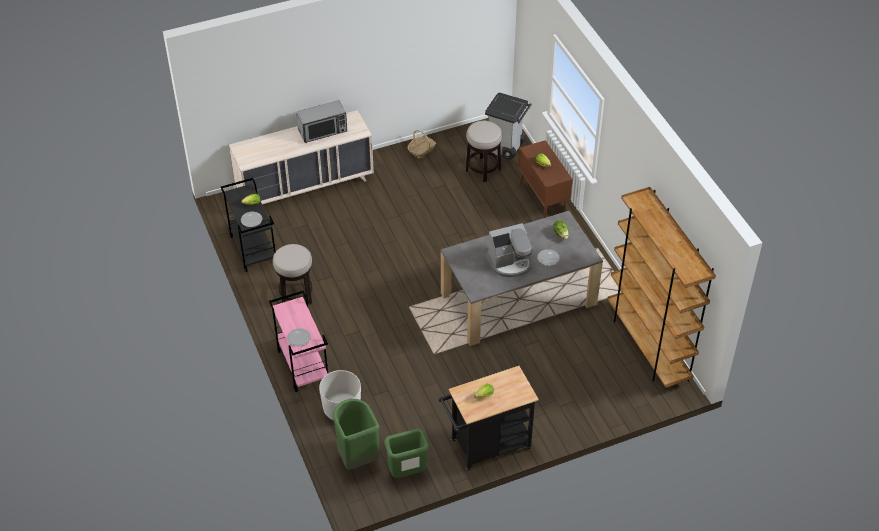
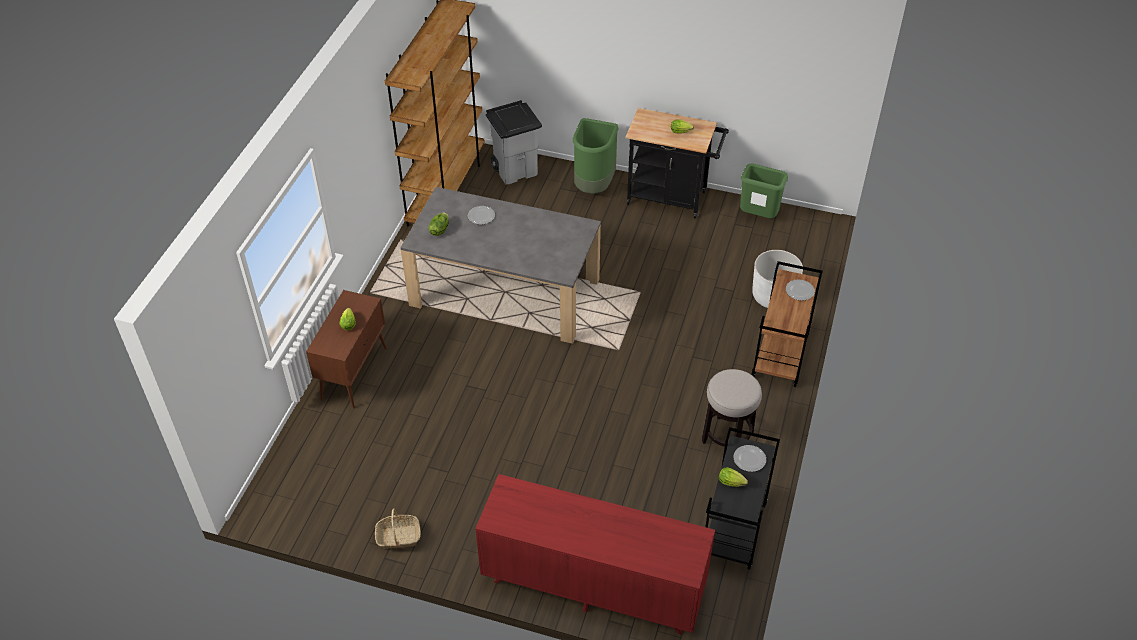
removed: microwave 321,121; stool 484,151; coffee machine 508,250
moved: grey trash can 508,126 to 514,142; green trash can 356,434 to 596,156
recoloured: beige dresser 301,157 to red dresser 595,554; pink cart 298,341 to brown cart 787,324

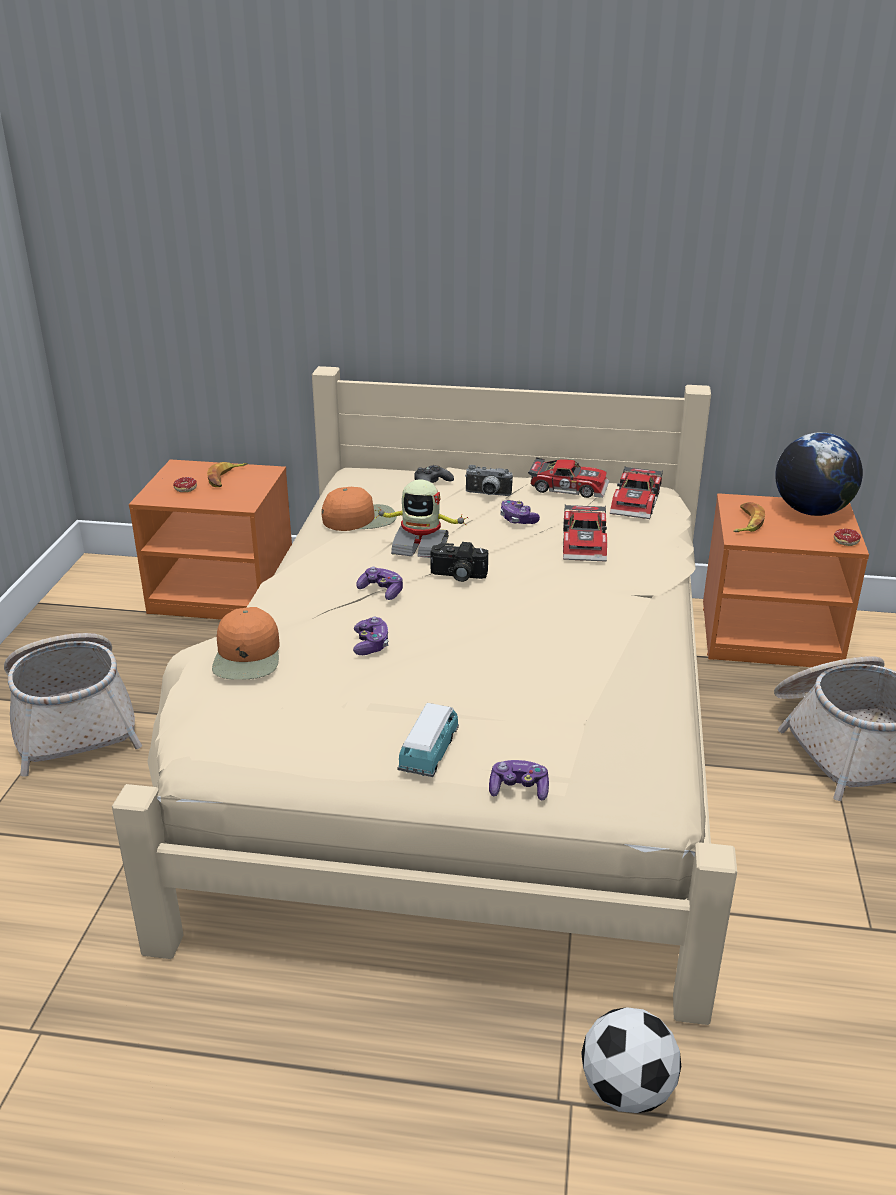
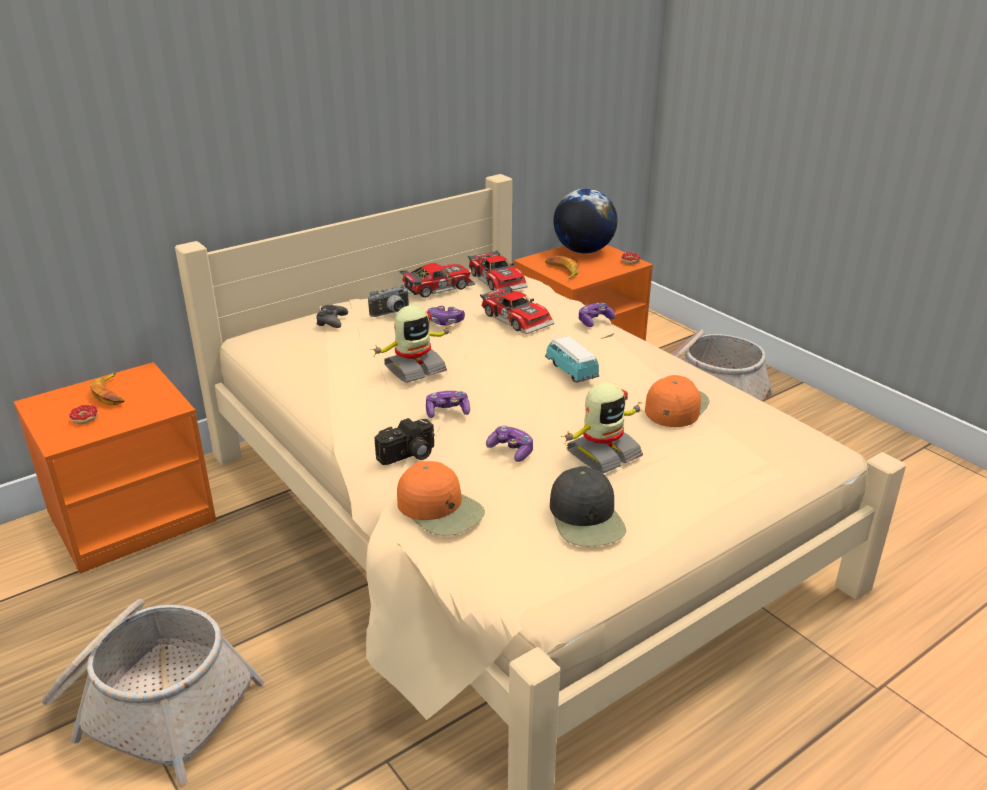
removed: football 631,1060
added: black cap 588,506; toy robot 602,427
moved: photo camera 459,562 to 404,441; toy car 428,740 to 572,359; game controller 519,780 to 597,315; orange cap 359,509 to 677,401

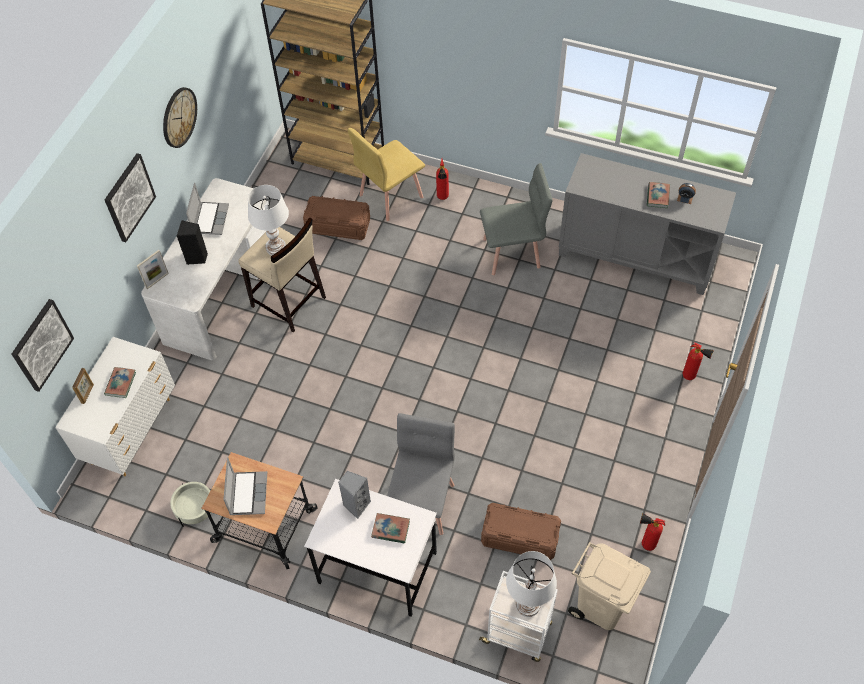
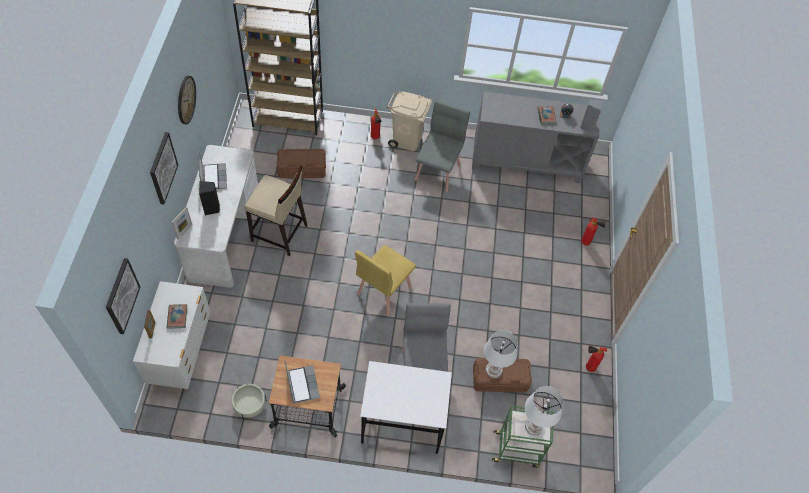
removed: book 390,528
moved: yellow chair 386,174 to 385,280; beige trash can 609,586 to 409,121; white table lamp 268,220 to 501,354; grey speaker 354,495 to 592,116
recoloured: white cart 518,616 to green cart 523,437
turned: grey chair 516,219 = 442,146 45 degrees counterclockwise

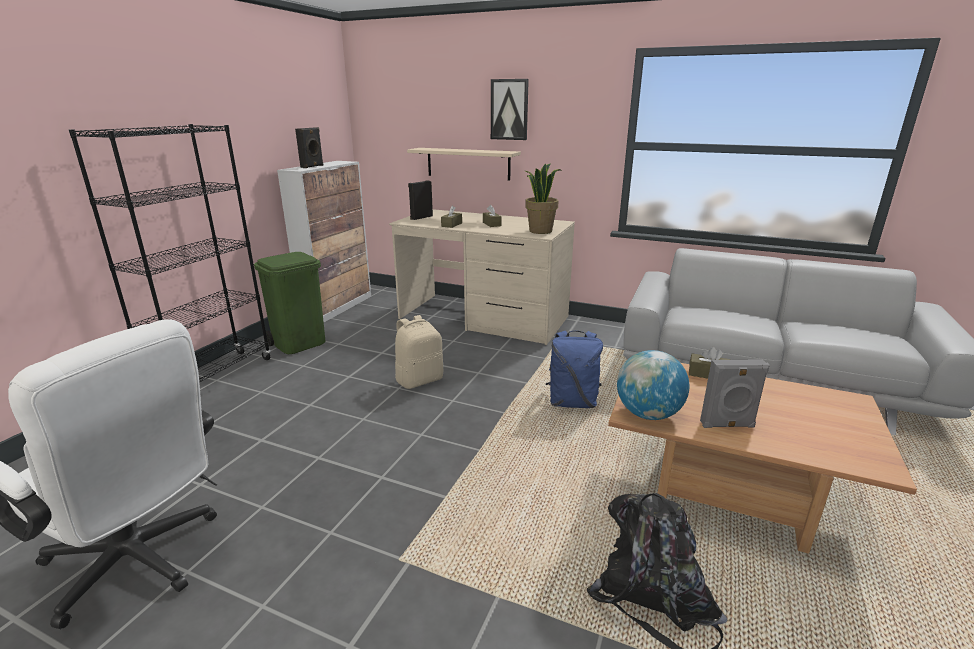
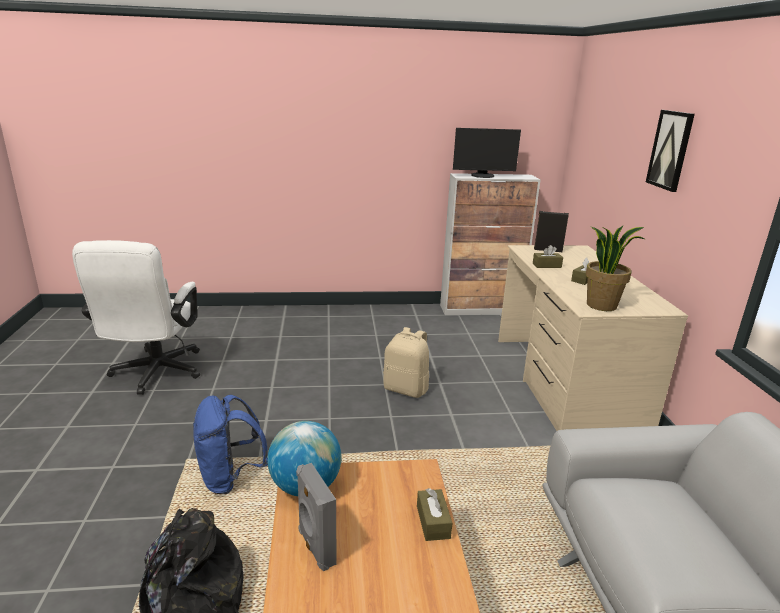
removed: black bookcase 170,253; green trash can 289,303; beige shelf 464,164
moved: blue backpack 574,369 to 230,444
replaced: black speaker 309,147 to monitor 487,153

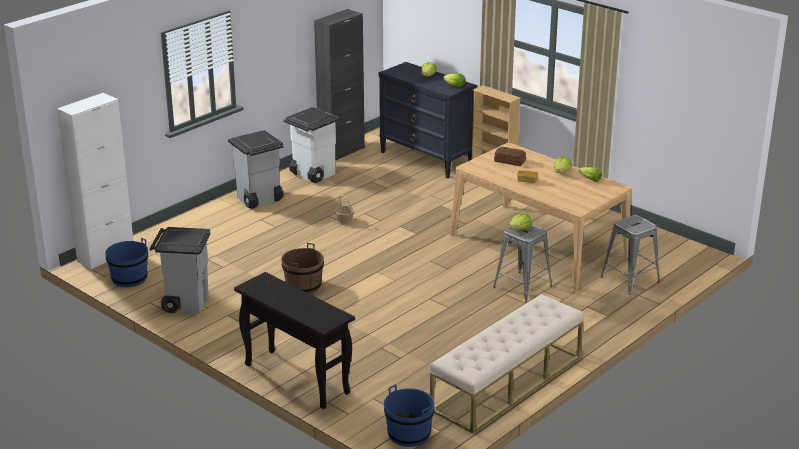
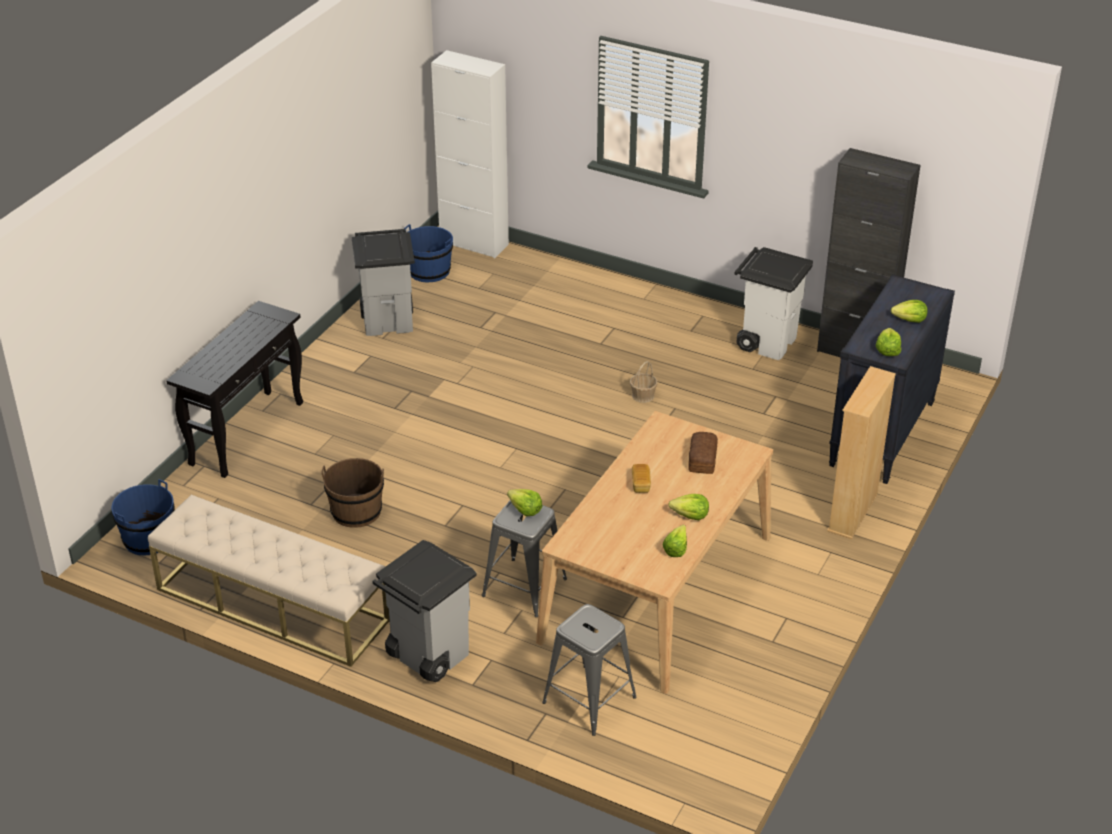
moved: brown bucket 302,268 to 352,493; grey trash can 255,169 to 424,611

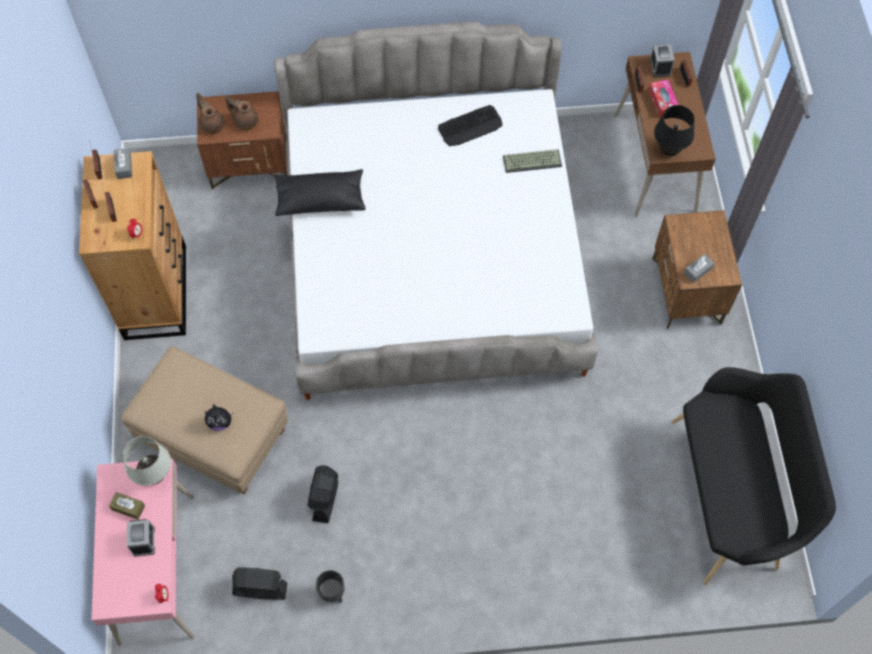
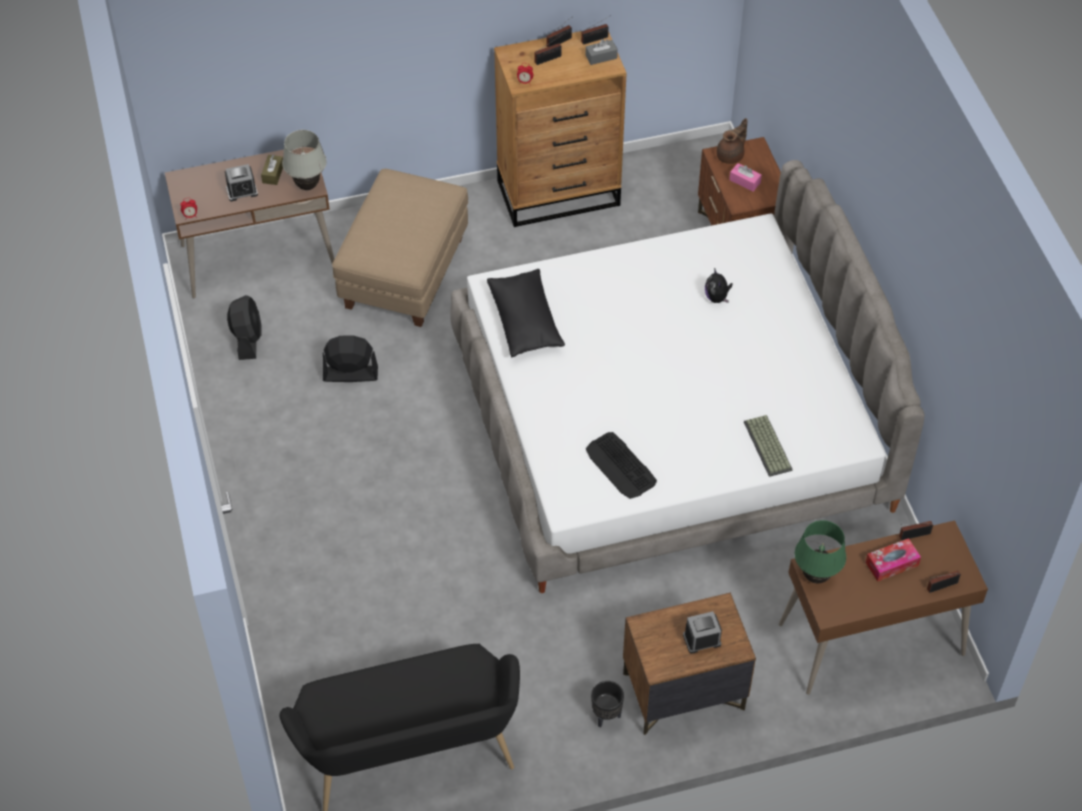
removed: grey tissue box 699,268
moved: black pillow 320,192 to 526,313; keyboard 470,125 to 621,465; black planter 330,586 to 607,704; alarm clock 662,60 to 702,632; plush toy 219,417 to 719,285
replaced: brown teapot 242,112 to pink tissue box 745,177
recoloured: pink desk 143,552 to brown desk 249,222; black table lamp 674,130 to green table lamp 820,551

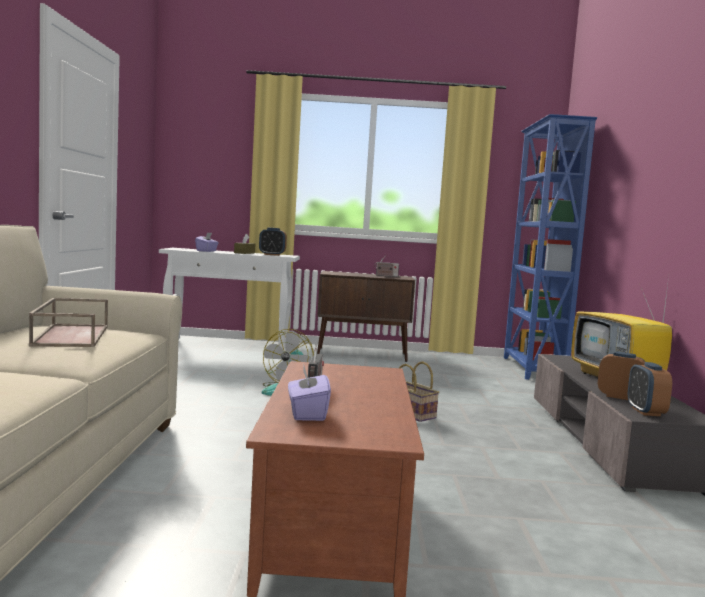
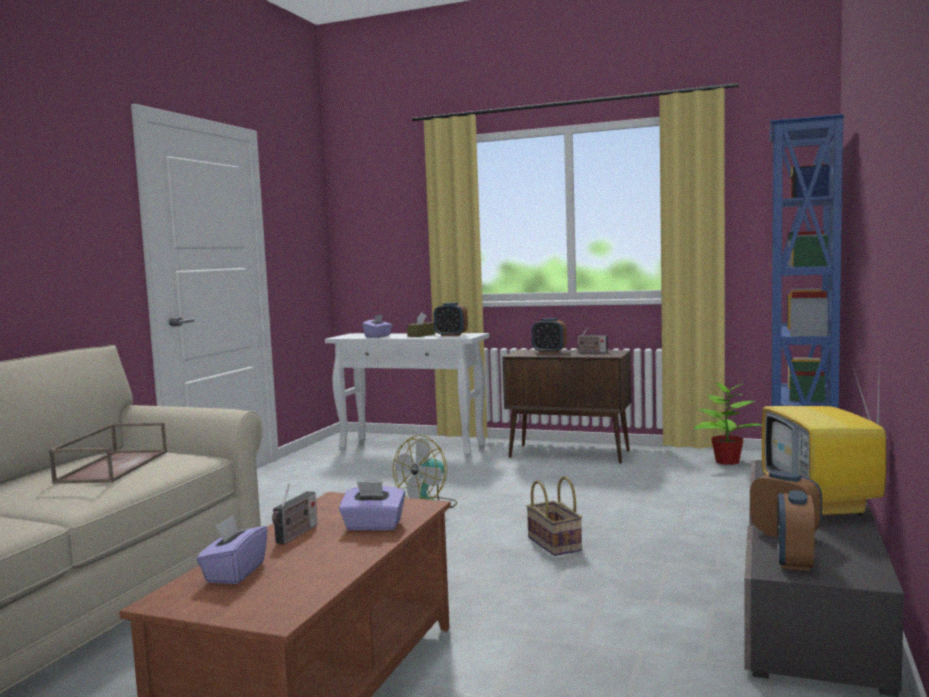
added: purple tissue box 372,506; alarm clock 549,335; potted plant 728,424

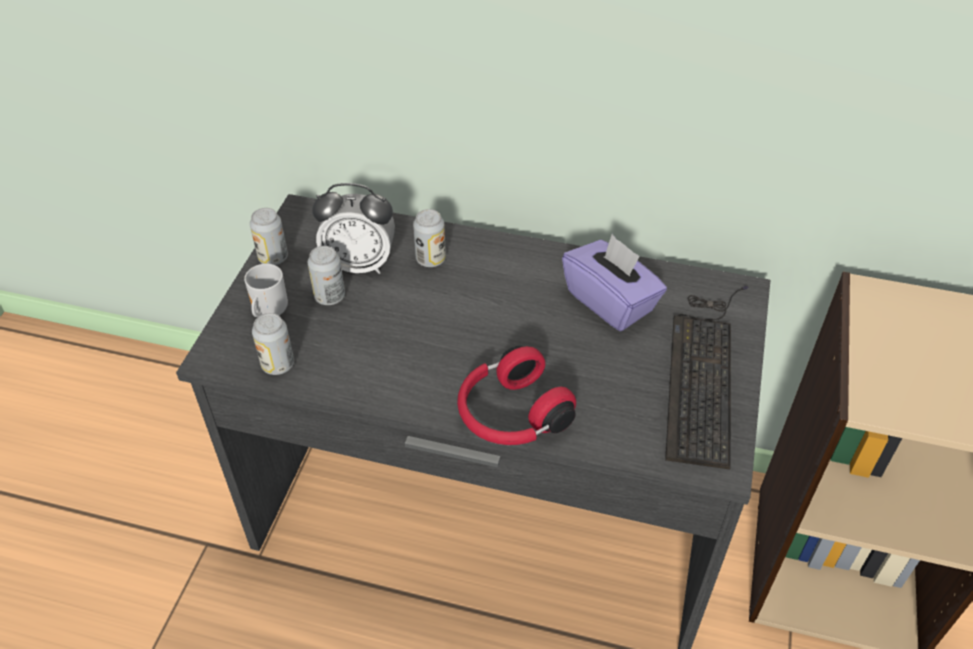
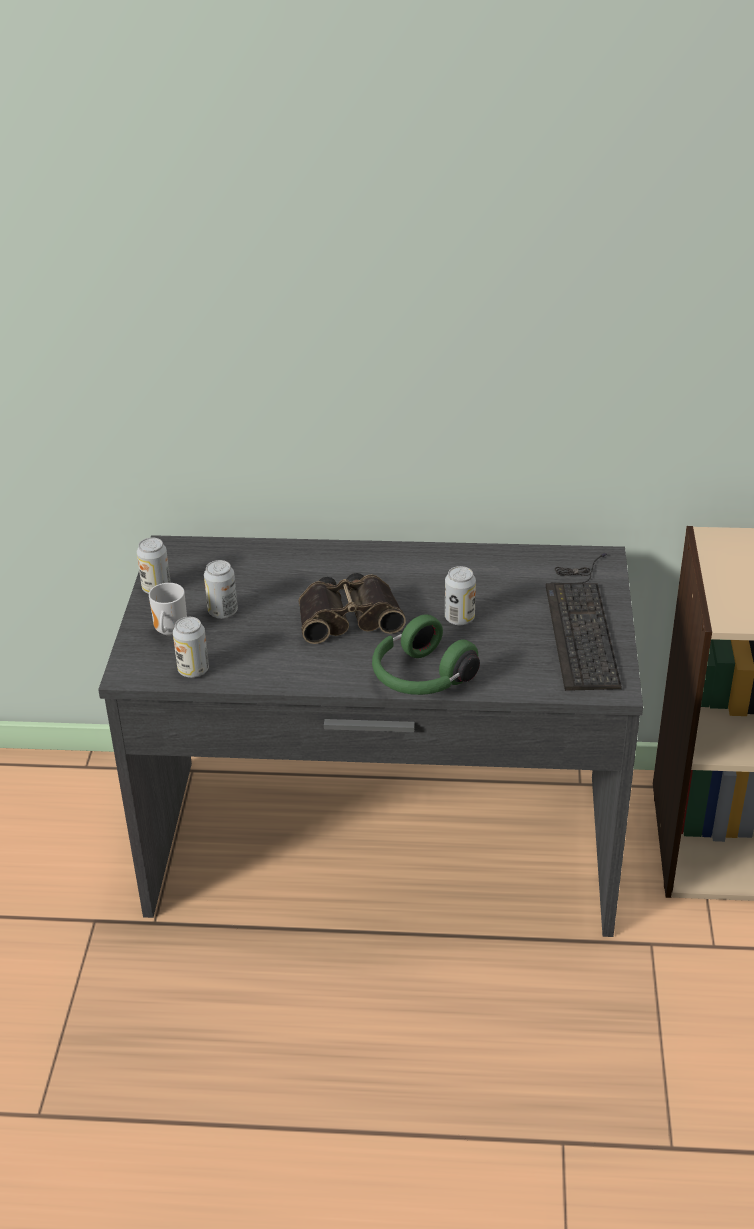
removed: alarm clock 353,228; purple tissue box 614,282
added: binoculars 352,608
moved: can 429,238 to 460,595
recoloured: red headphones 516,395 to green headphones 426,654

